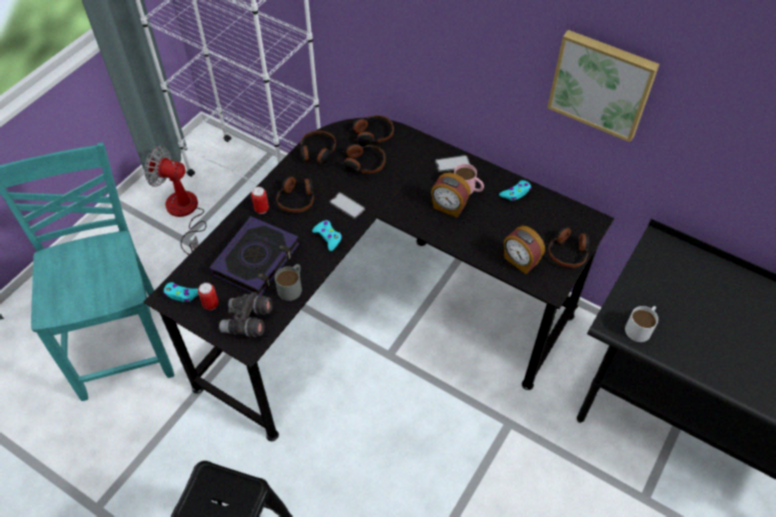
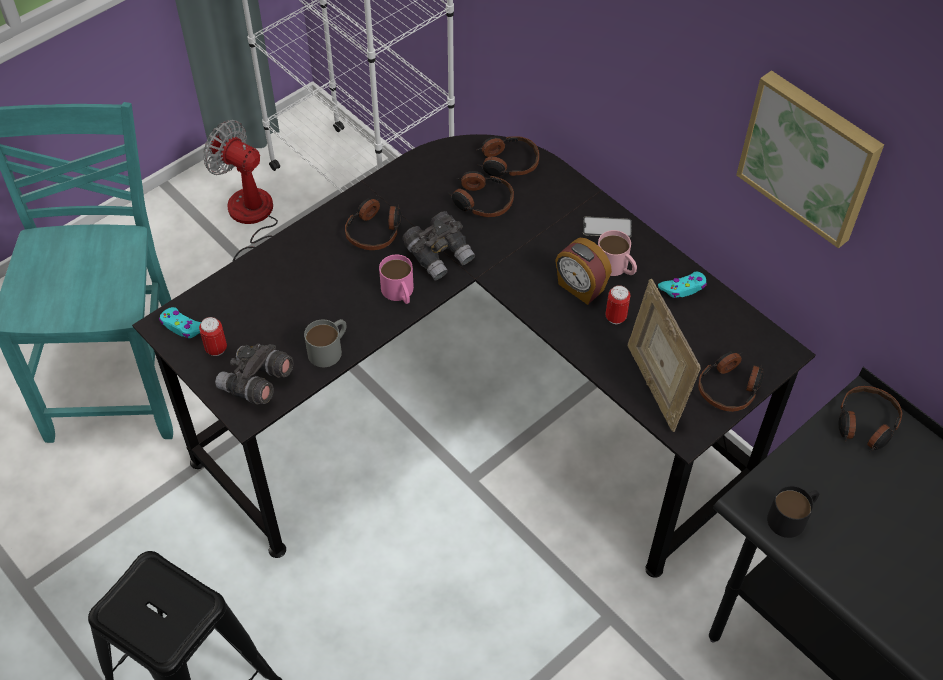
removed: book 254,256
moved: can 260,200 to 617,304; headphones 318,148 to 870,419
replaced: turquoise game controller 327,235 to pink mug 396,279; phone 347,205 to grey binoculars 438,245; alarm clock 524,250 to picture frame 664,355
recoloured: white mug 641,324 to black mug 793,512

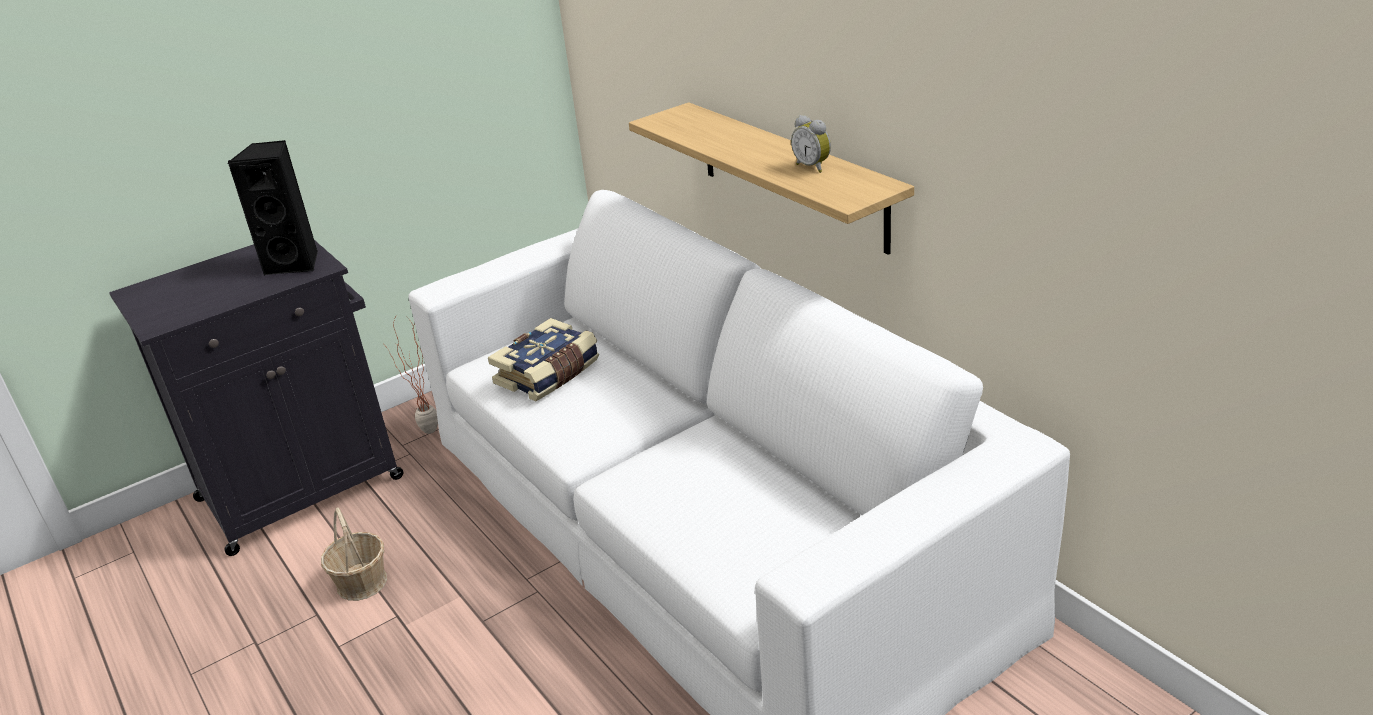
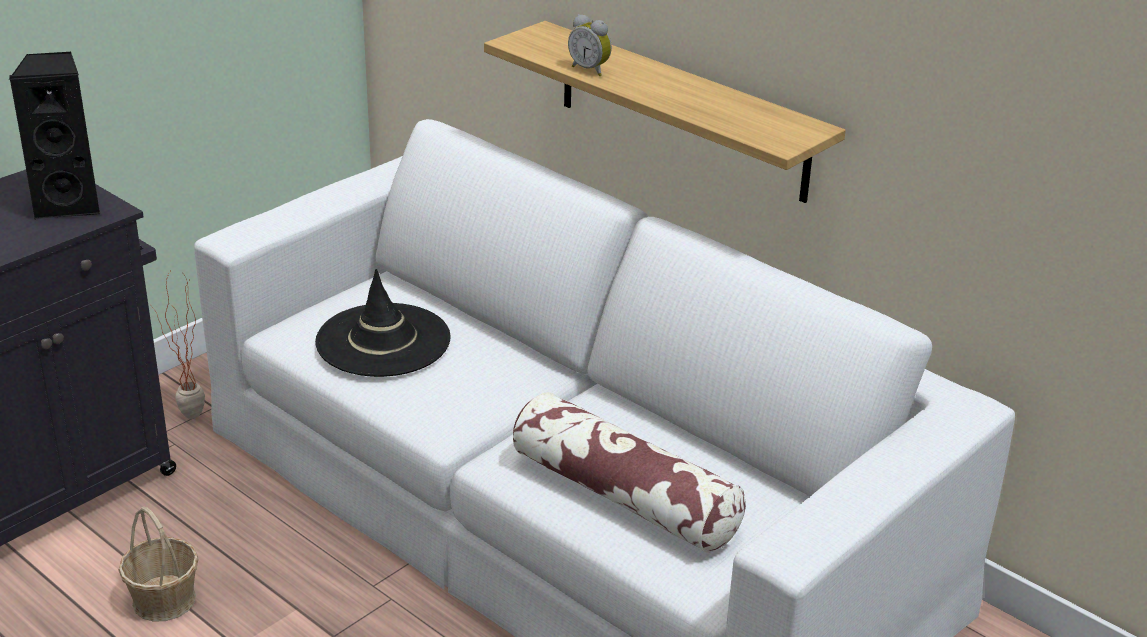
added: pillow 629,472
moved: alarm clock 811,144 to 590,45
replaced: book 543,359 to black hat 383,323

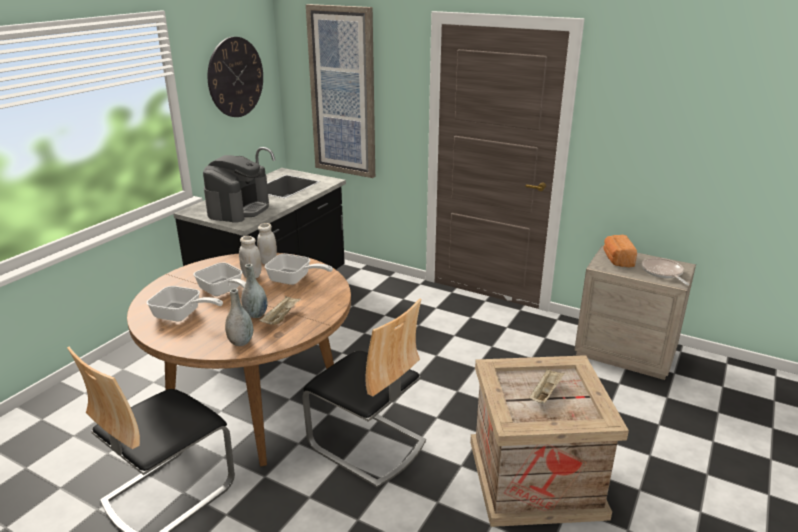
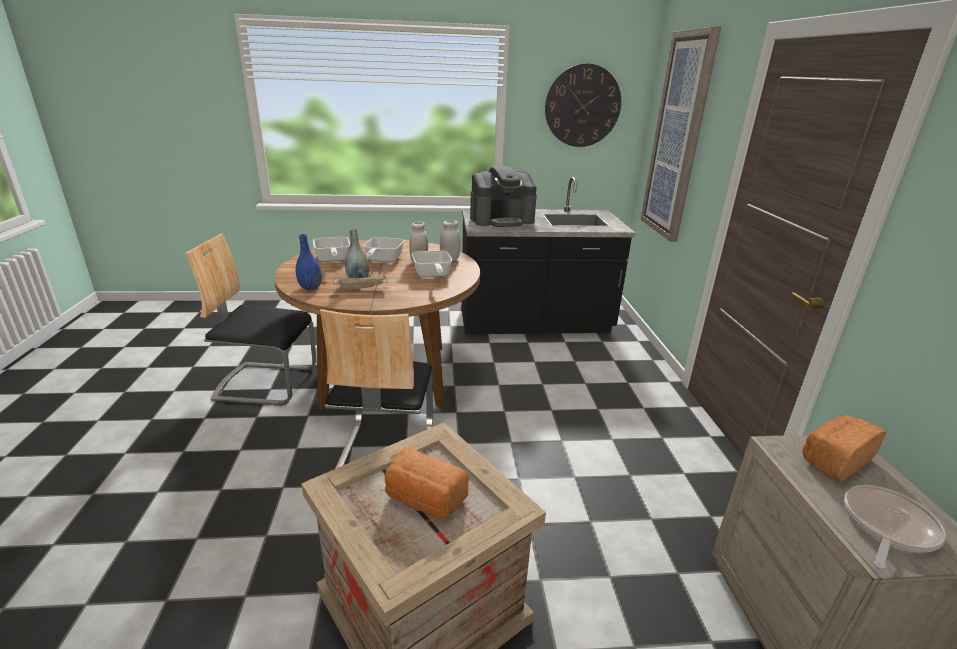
replaced: beige tray 547,386 to bread 427,483
recoloured: grey vase 239,317 to blue vase 308,262

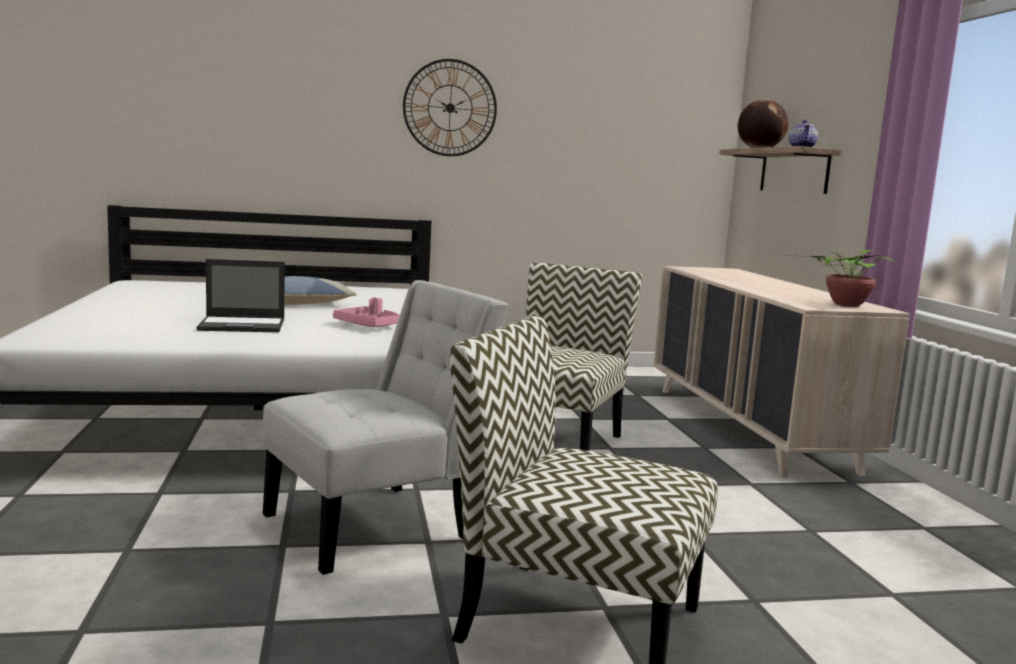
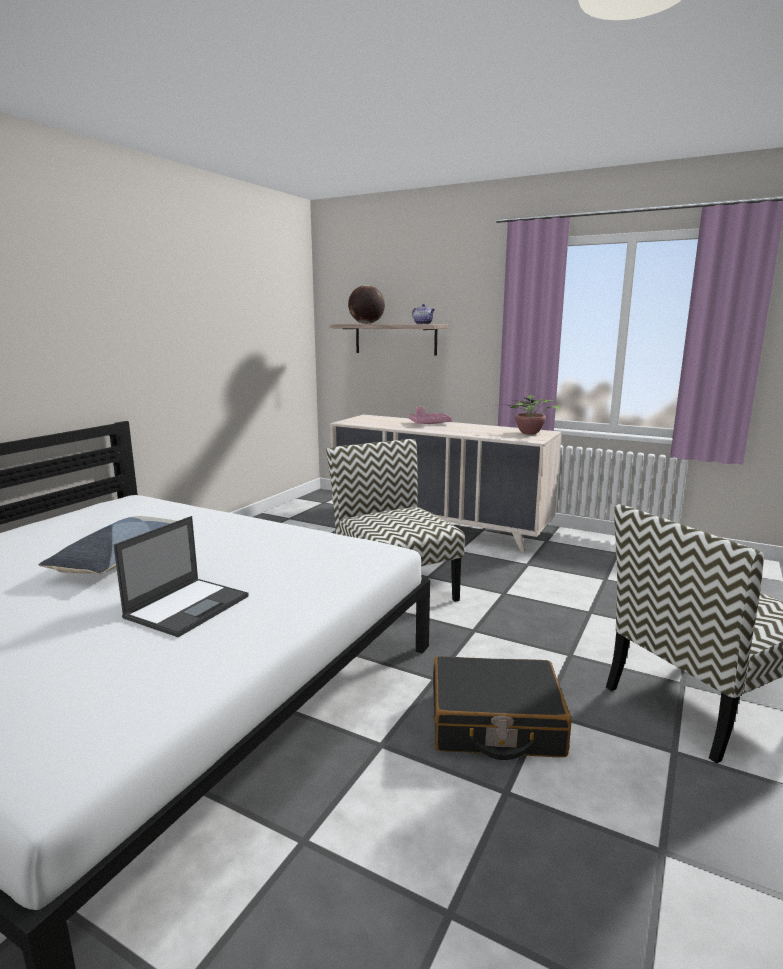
removed: wall clock 450,107
moved: pink tray 366,312 to 430,415
replaced: white chair 386,427 to black suitcase 502,708

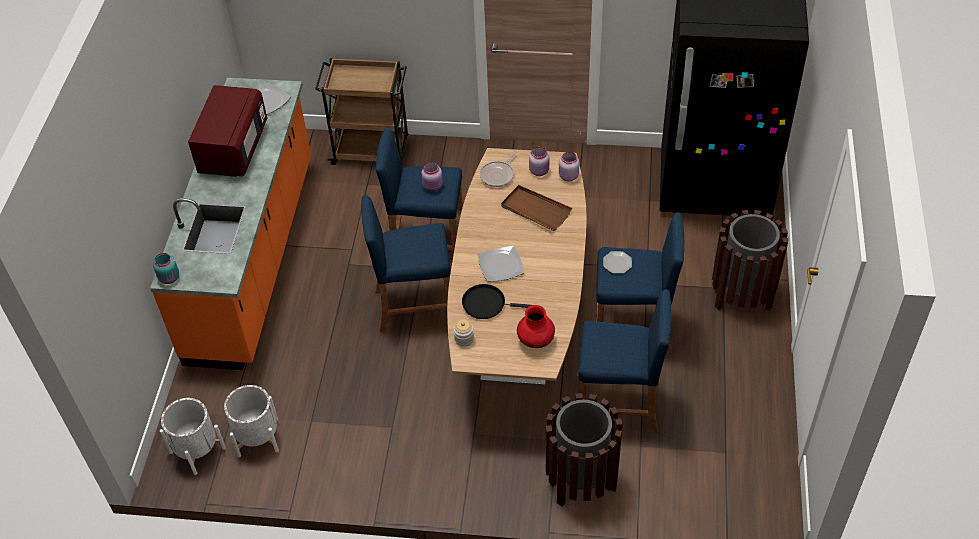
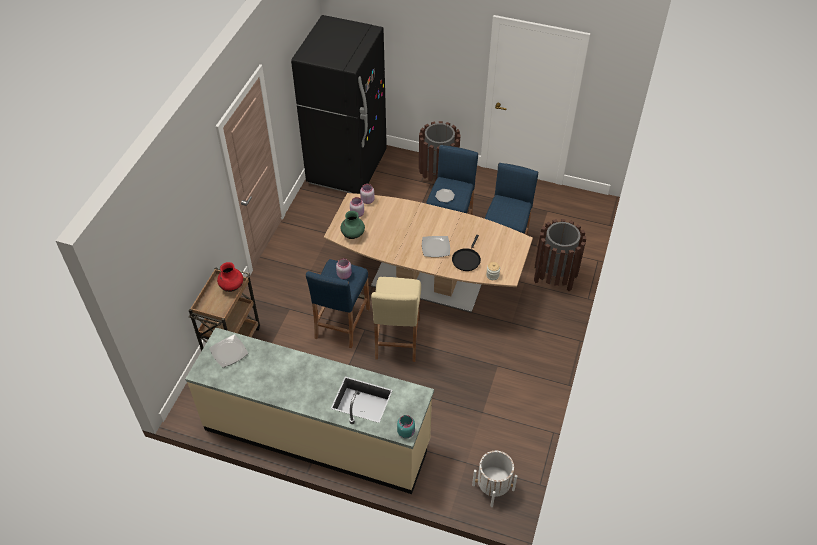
removed: red microwave 227,131; white planter 251,421; brown tray 536,208
moved: red vase 536,326 to 230,277
replaced: frying pan 498,169 to green vase 353,225
recoloured: orange counter 230,224 to beige counter 309,410; blue stool 406,263 to beige stool 396,319

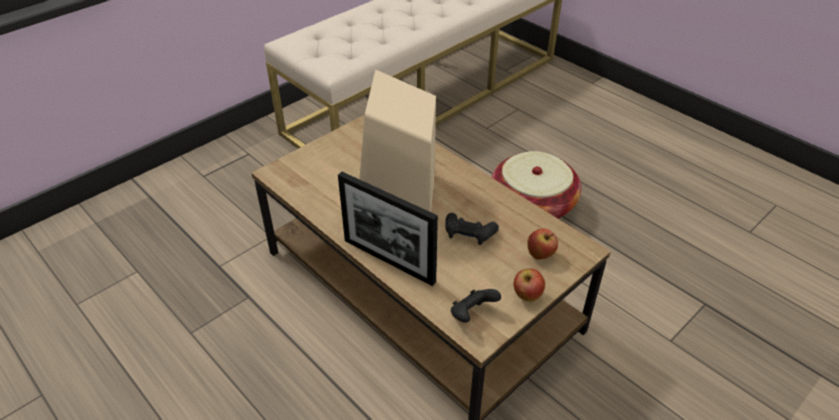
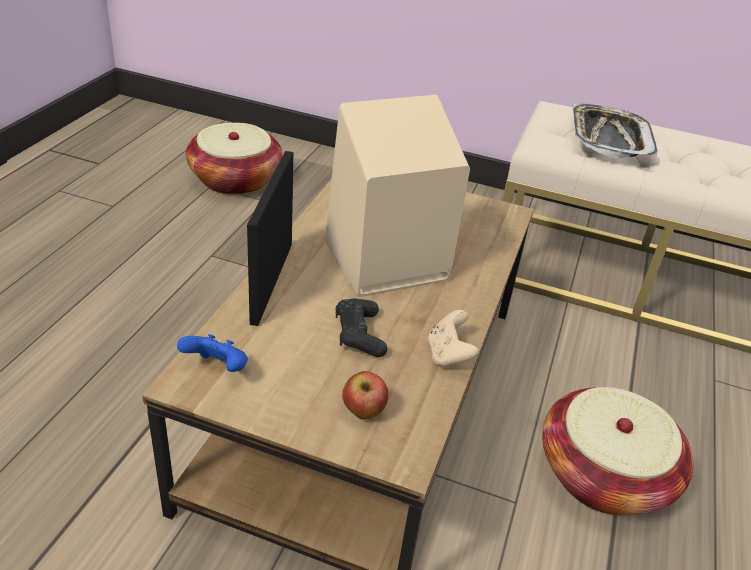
removed: apple 529,285
added: basket 234,159; beige game controller 453,339; tray 615,131
recoloured: black game controller 476,306 to blue game controller 212,353

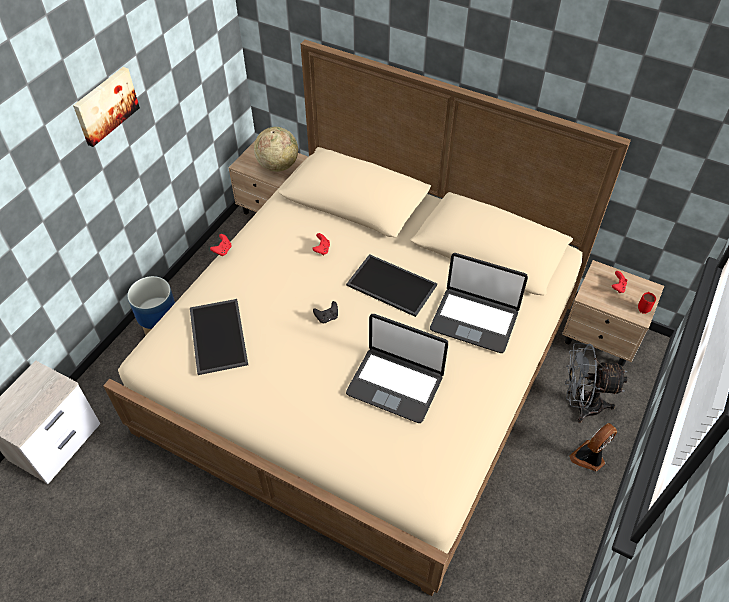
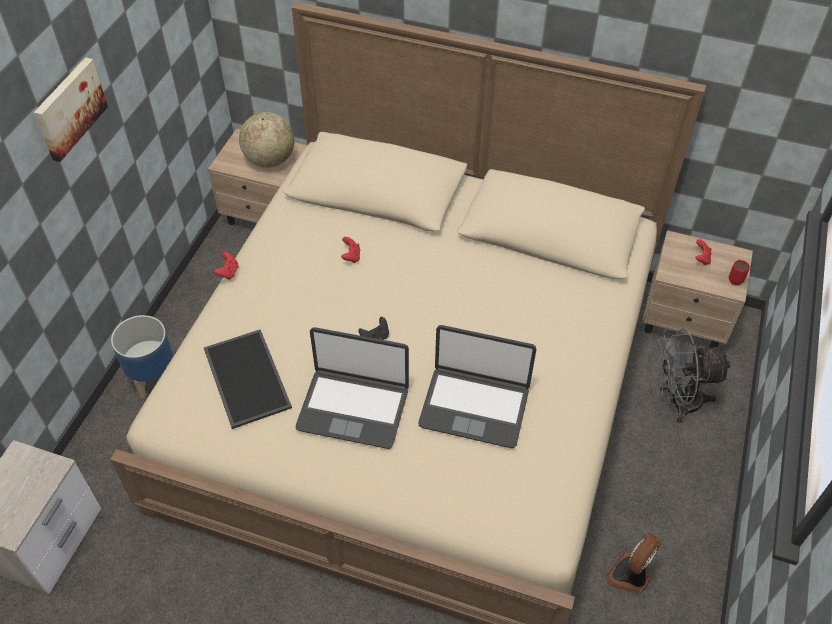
removed: tray 391,285
moved: laptop 479,303 to 352,388; fan 593,447 to 633,563

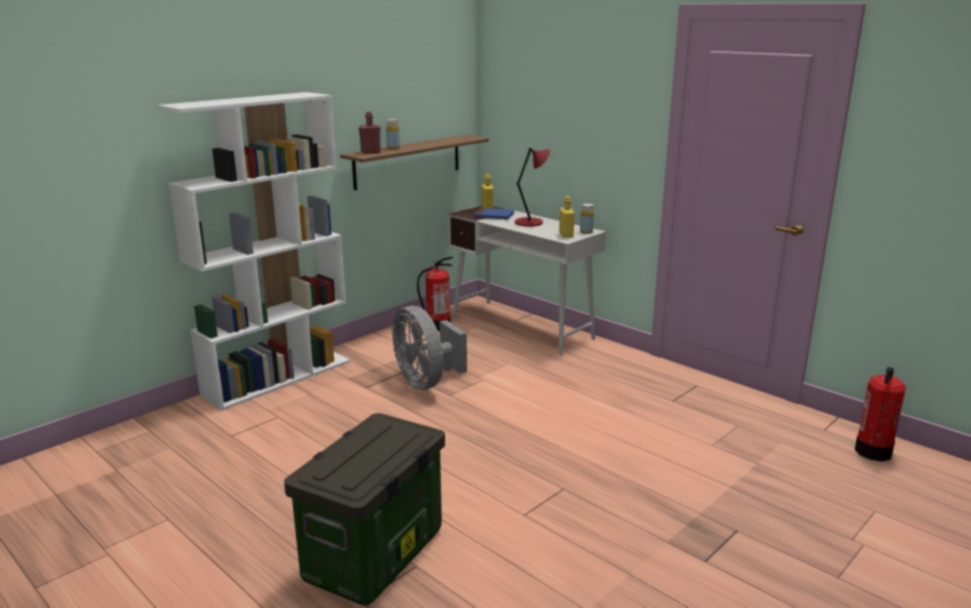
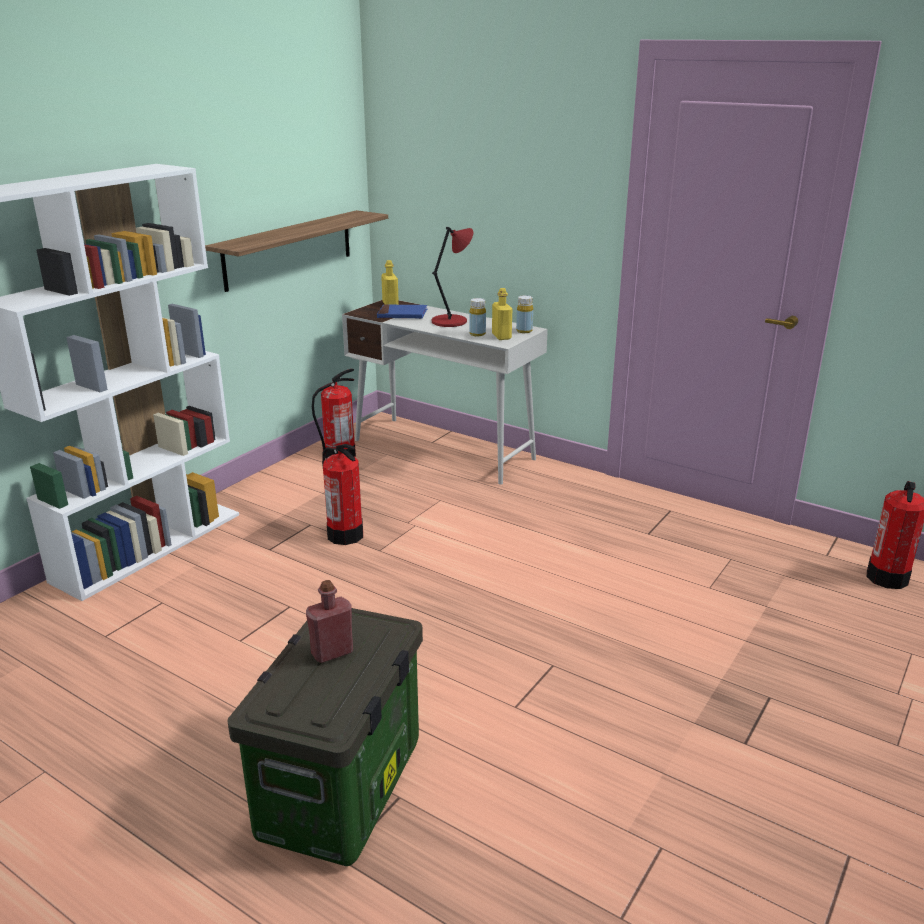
moved: red bottle 370,133 to 329,621; yellow bottle 393,134 to 477,317
replaced: grey fan 429,348 to fire extinguisher 342,494

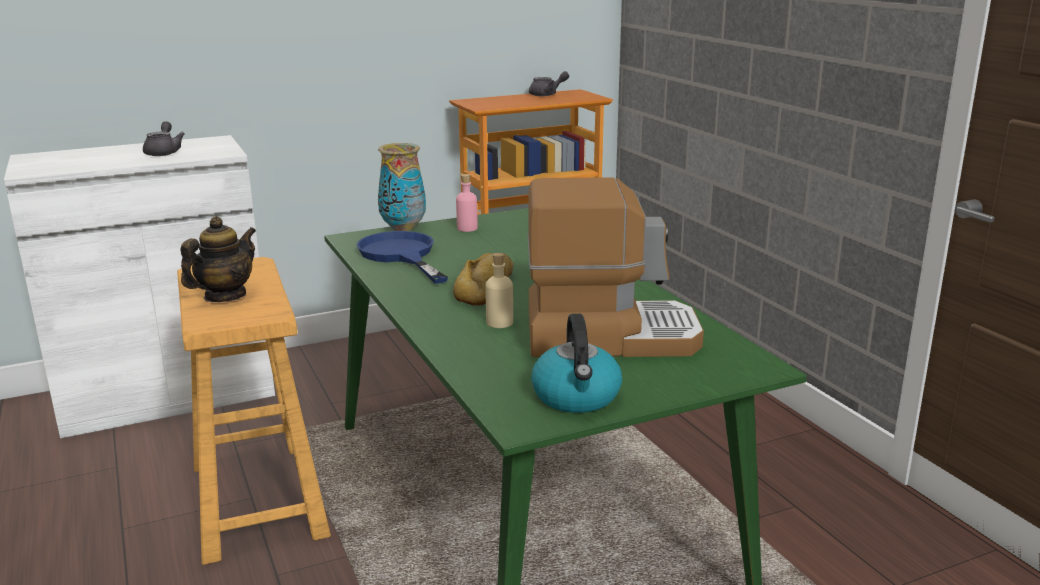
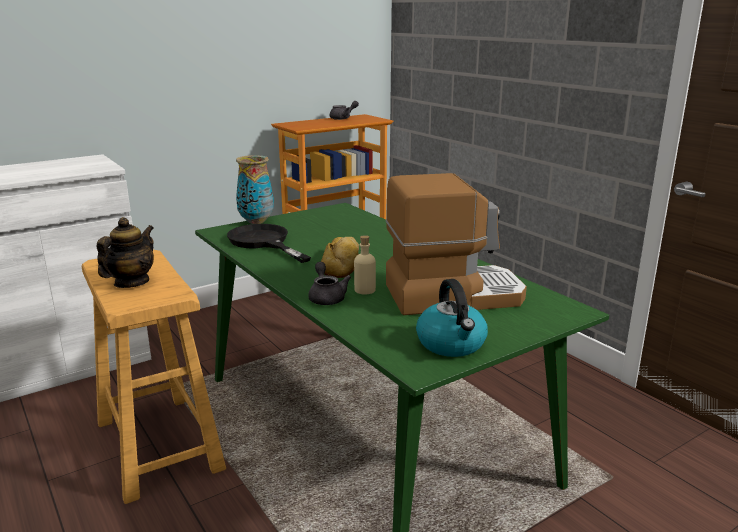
removed: pink bottle 467,203
moved: grey teapot 164,138 to 329,283
recoloured: blue frying pan 402,257 to black frying pan 269,243

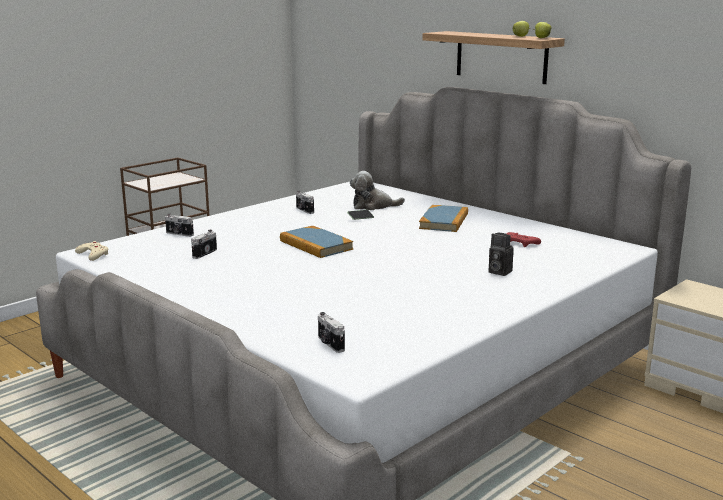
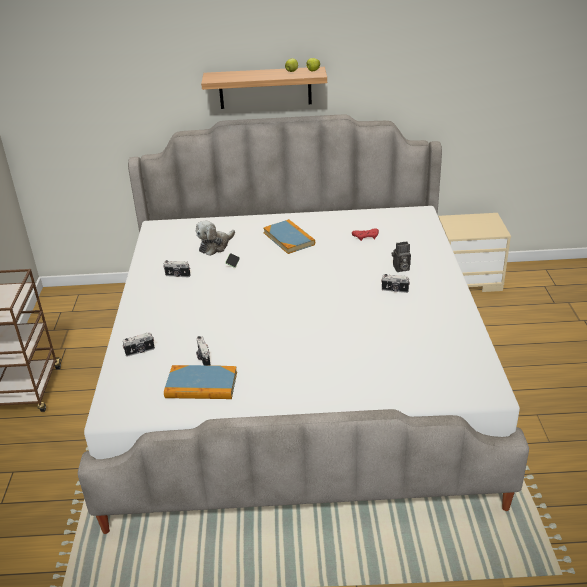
removed: beige game controller 91,251
moved: book 316,242 to 200,382; photo camera 331,332 to 395,283

